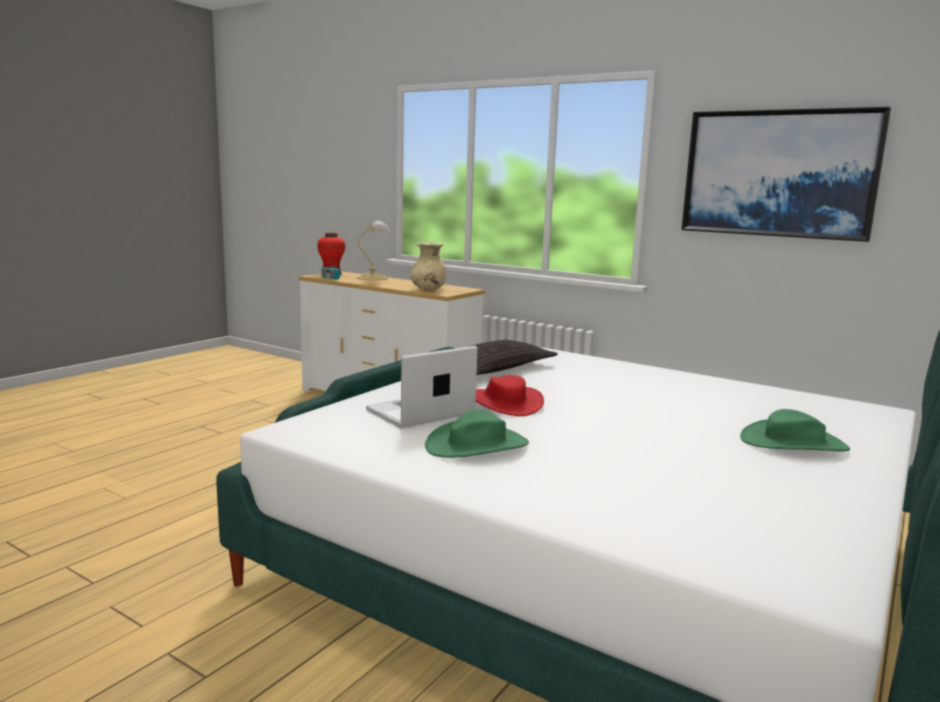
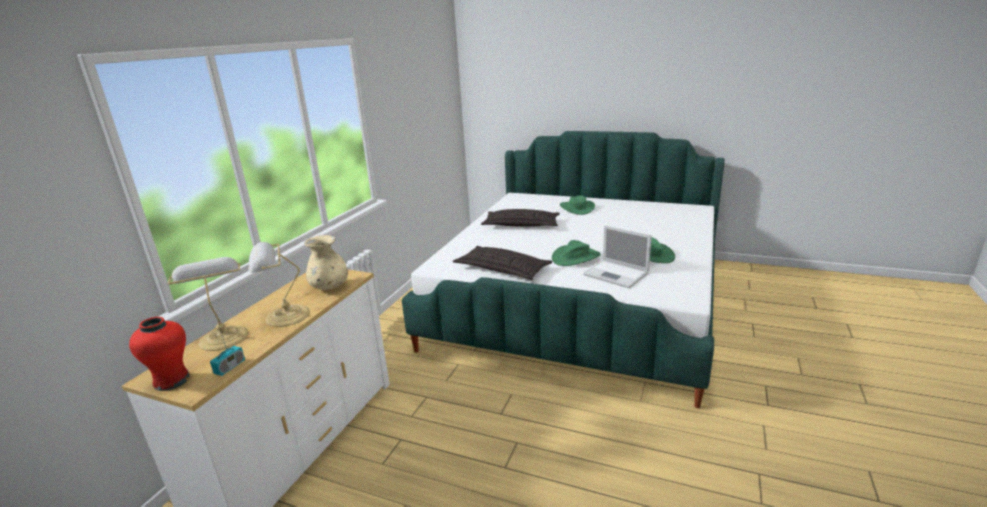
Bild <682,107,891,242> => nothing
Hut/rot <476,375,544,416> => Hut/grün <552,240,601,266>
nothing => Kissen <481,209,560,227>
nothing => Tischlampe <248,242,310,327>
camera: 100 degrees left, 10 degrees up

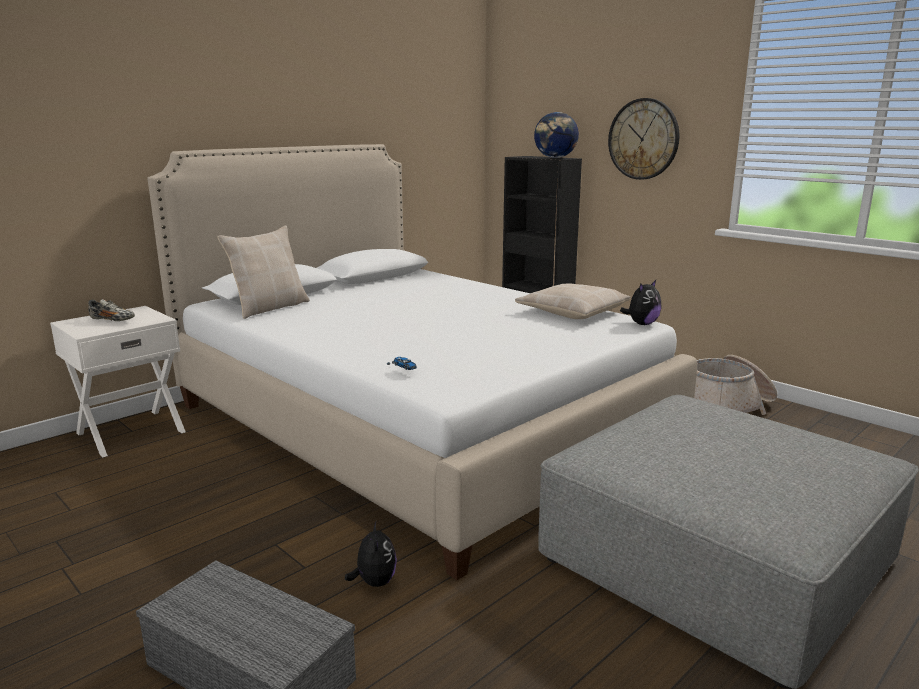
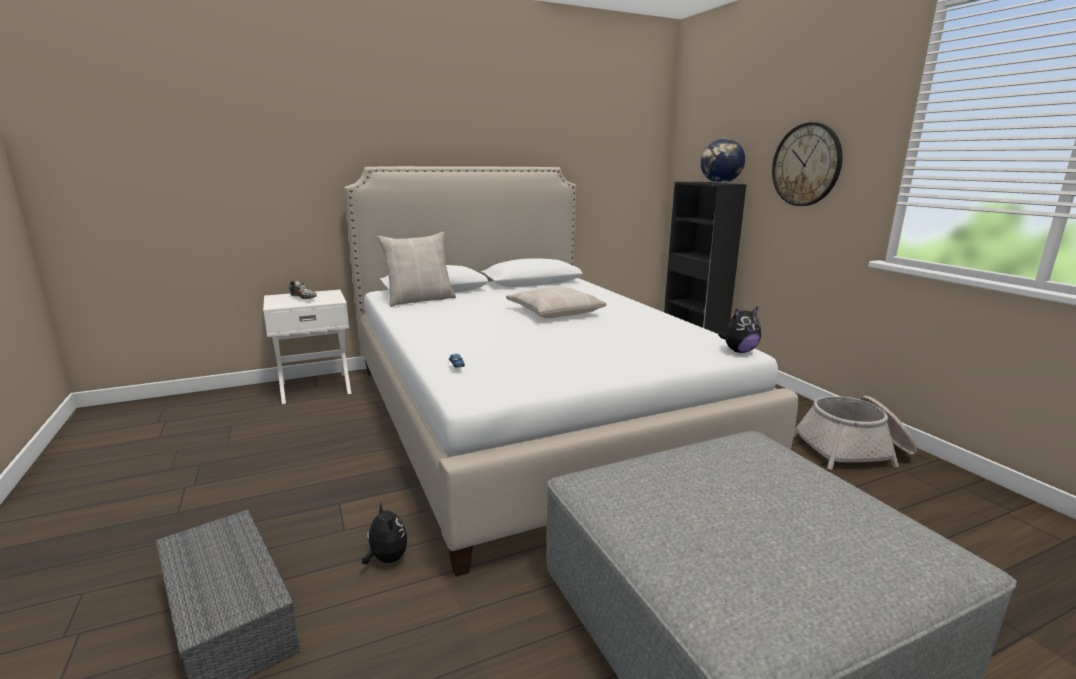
Kissen/beige <515,284,630,319> => Kissen/beige <506,287,606,318>, moved
Plüschtier <345,521,397,587> => Plüschtier <362,503,408,564>, 45 degrees counterclockwise
camera: 20 degrees right, 0 degrees up

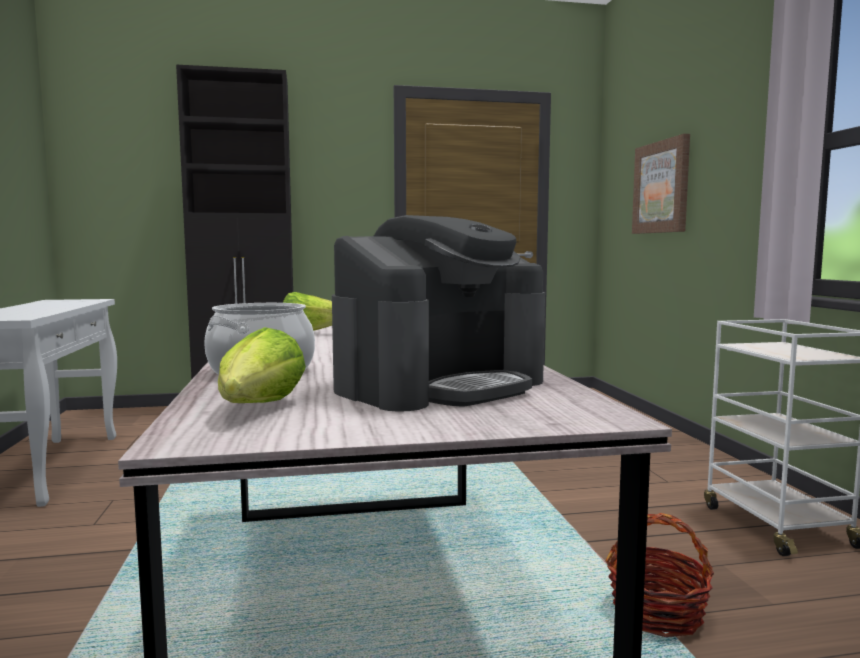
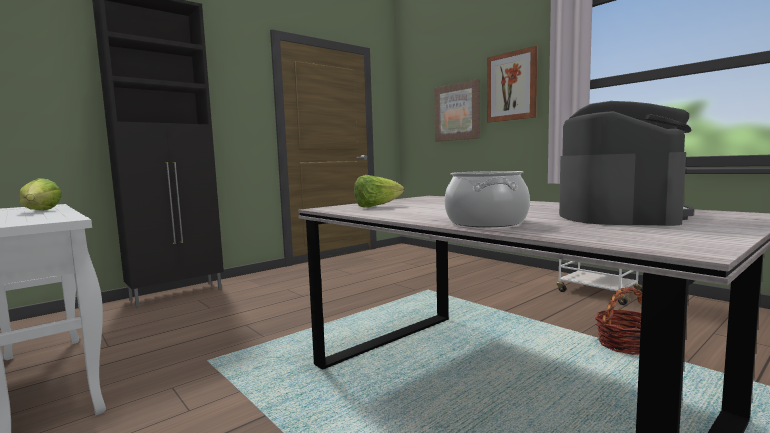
Salatkopf <218,327,306,403> => Salatkopf <20,178,62,211>, moved
nothing => Bild <487,46,537,123>
camera: 30 degrees left, 0 degrees up

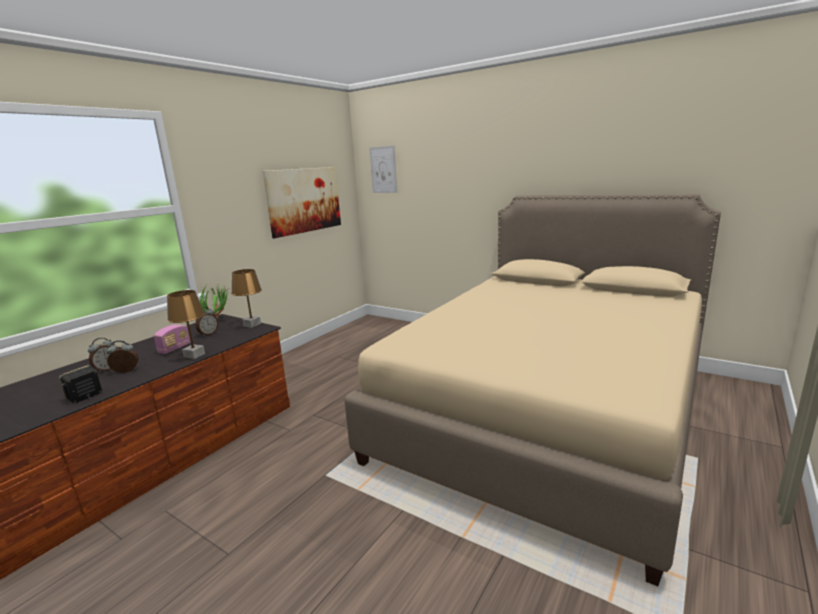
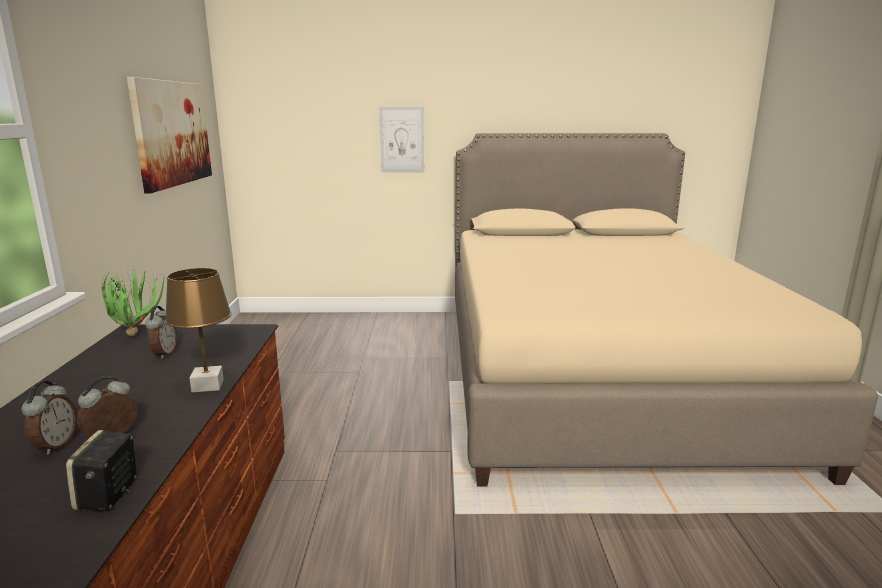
Bild <369,146,397,193> => Bild <379,107,424,172>, moved
Tischlampe/braun <231,269,262,328> => nothing
Radio <153,325,191,354> => nothing
camera: 35 degrees left, 0 degrees up

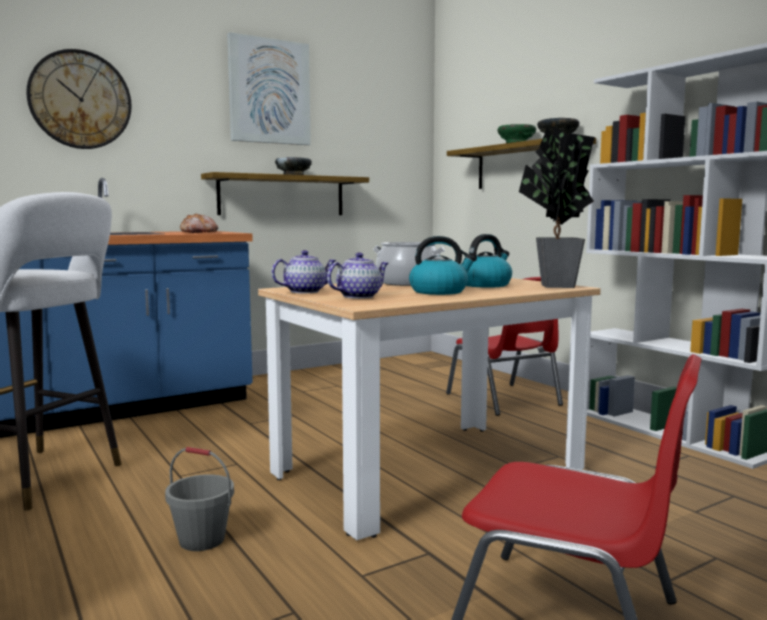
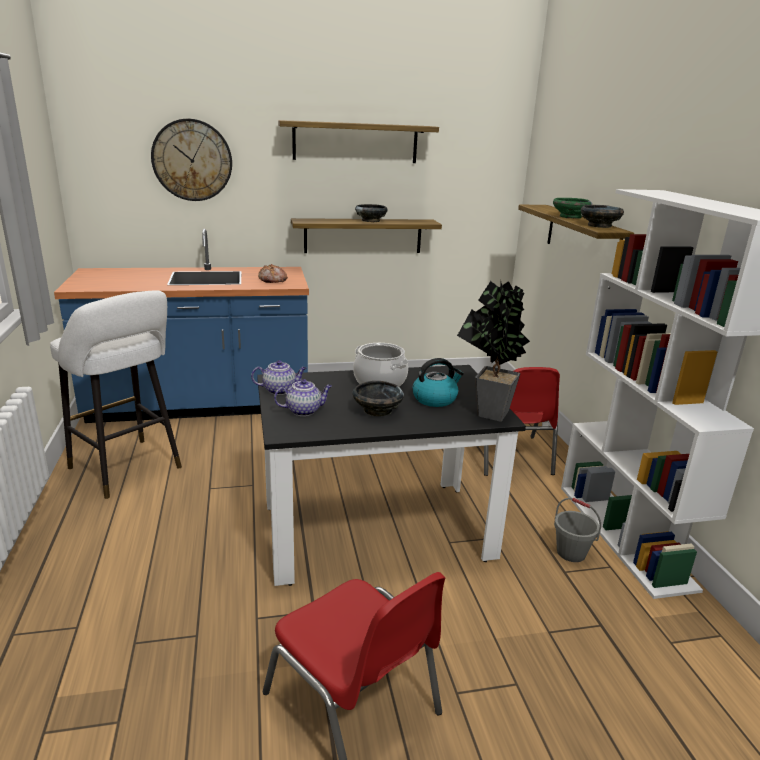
Bild <227,32,311,145> => Wandregal <278,120,439,163>
Wasserkessel <409,236,476,295> => Schüssel/schwarz <353,381,404,417>
Esstisch/beige <258,278,601,540> => Esstisch/schwarz <257,365,526,586>
Eimer/grau <165,447,234,551> => Eimer/grau <554,498,601,562>, moved
camera: 20 degrees right, 15 degrees up

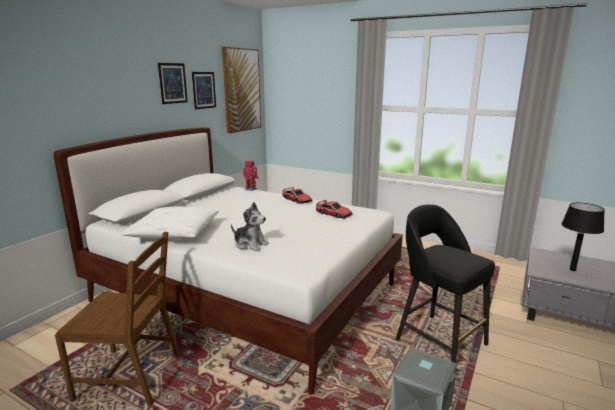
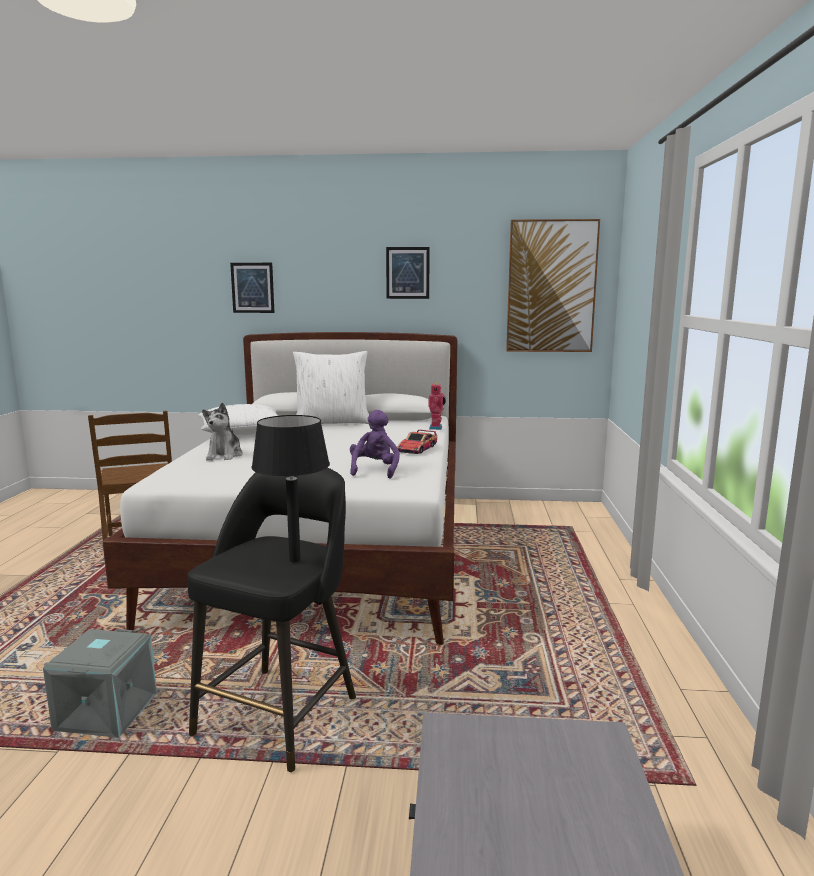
Bild <192,72,216,109> => Bild <230,263,275,313>, moved
Spielzeugauto <316,200,353,219> => Plüschtier/lila <350,410,400,478>
Tischlampe/schwarz <561,203,605,271> => Tischlampe/schwarz <251,415,330,562>, moved
nothing => Kissen/weiß <293,351,369,424>
camera: 65 degrees right, 5 degrees down

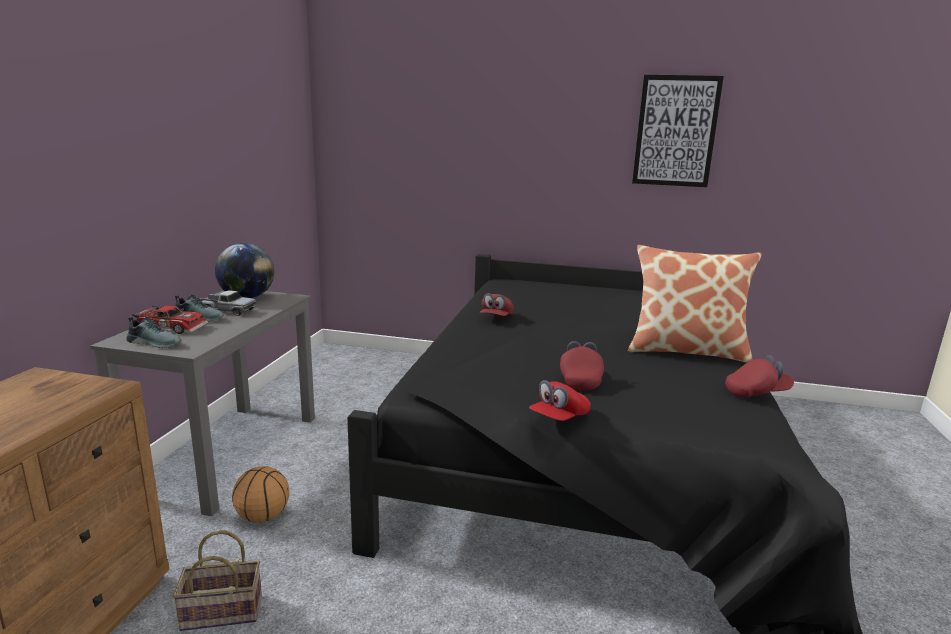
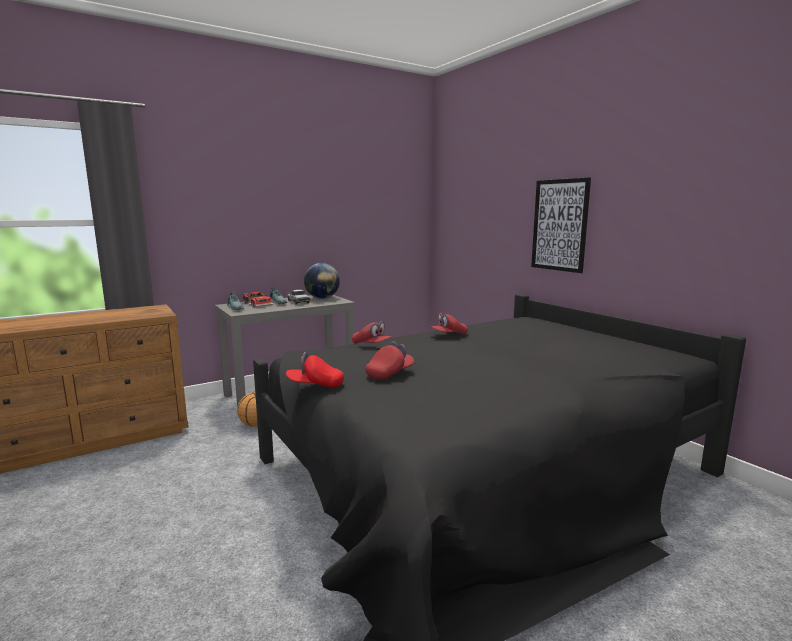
Bild <632,75,724,187> => Bild <531,177,591,273>, moved
Kissen <628,245,762,363> => nothing
Kappe/rot <725,355,794,398> => Kappe/rot <352,321,392,344>, moved
Korb <173,530,262,631> => nothing
camera: 45 degrees right, 5 degrees down

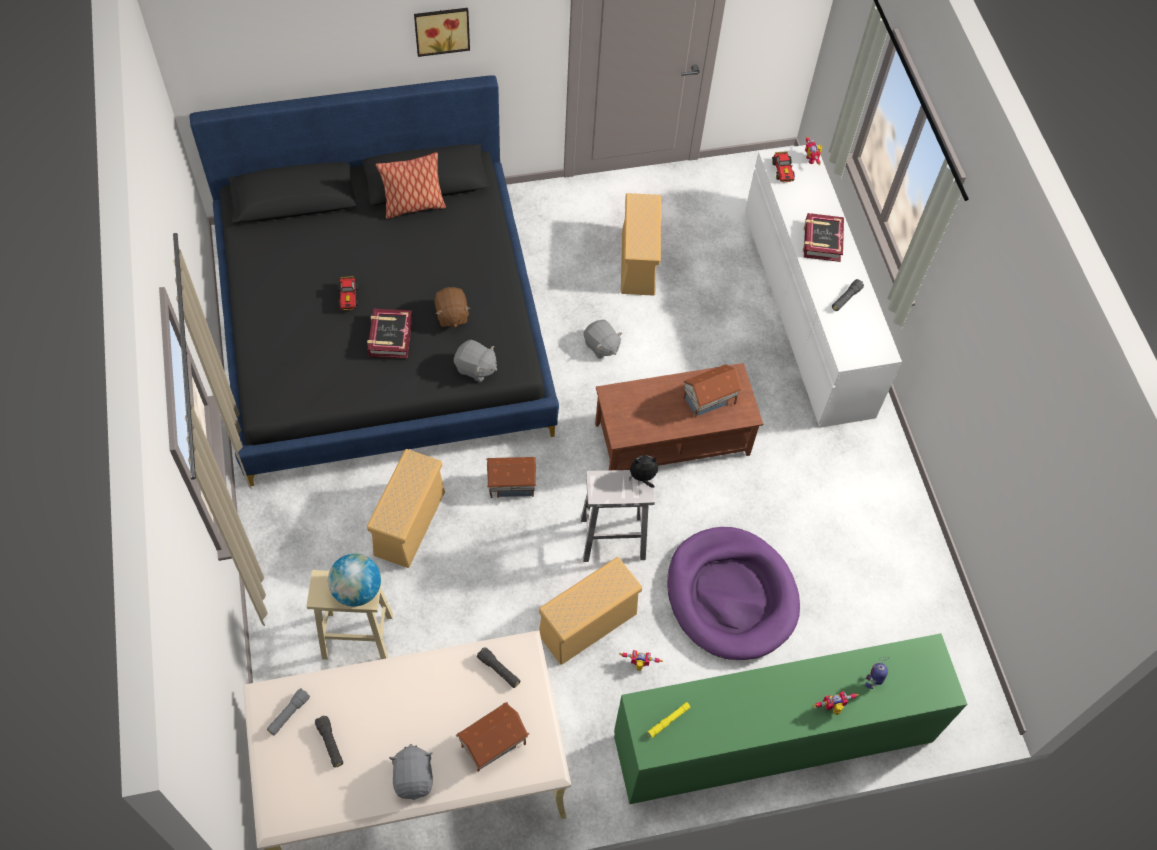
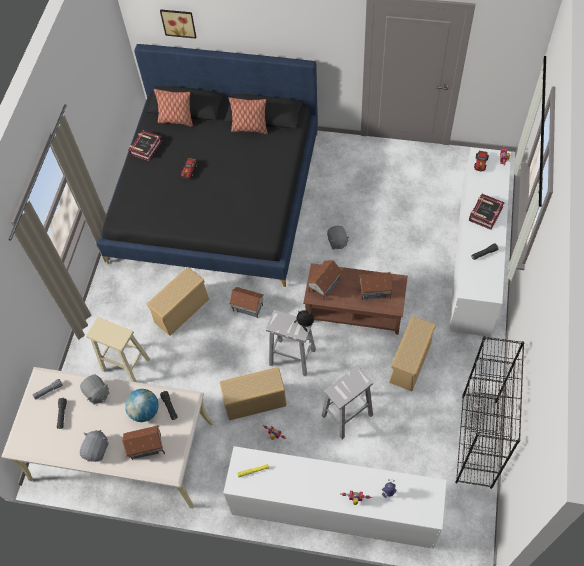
Bild <414,8,470,57> => Bild <160,9,196,39>, moved
Aufbewahrungsbox/beige <621,193,661,296> => Aufbewahrungsbox/beige <389,316,436,391>, moved
Plüschtier/braun <435,287,470,328> => nothing
Buch <367,309,412,359> => Buch <128,130,163,161>, moved
Plüschtier/grau <454,340,497,382> => Plüschtier/grau <80,374,110,405>, moved
Hundebett/lila <667,527,800,660> => Hocker/weiß <322,366,373,439>
Globus <328,554,381,606> => Globus <125,389,159,422>, moved
Kommode/grün <614,633,967,804> => Kommode/weiß <223,446,447,549>
nothing => Kissen <154,89,193,127>
nothing => Spielzeughaus <307,260,342,300>
nothing => Bücherregal/schwarz <455,336,524,489>
camera: 30 degrees right, 0 degrees up

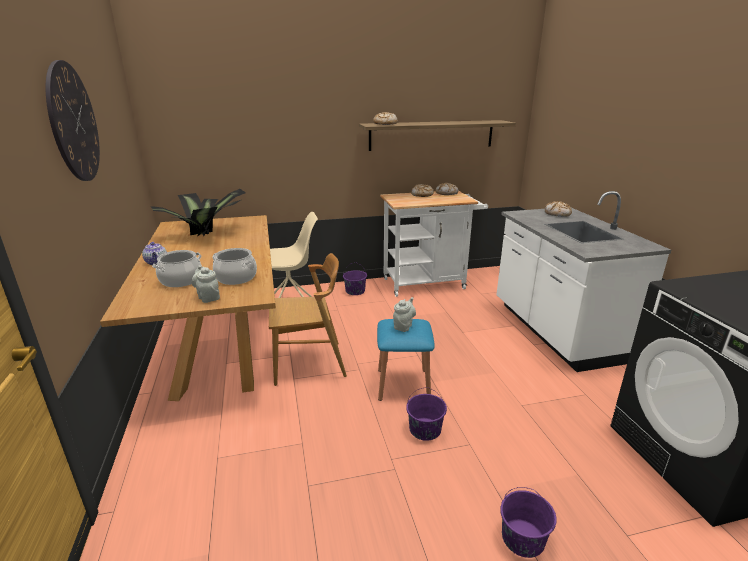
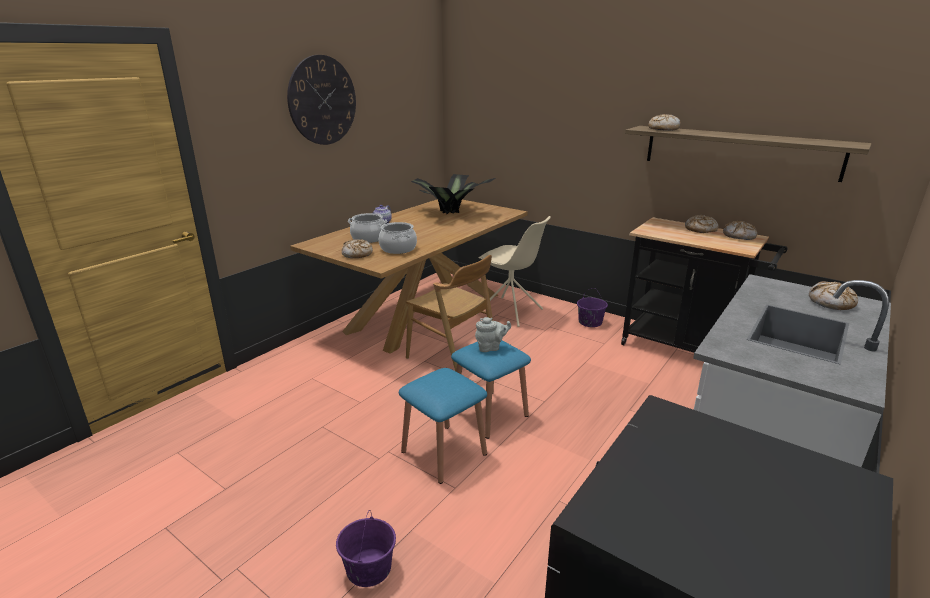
Rollwagen/weiß <380,191,488,297> => Rollwagen/schwarz <621,217,787,353>
Teekanne/grau <192,265,220,303> => Brot <342,239,373,258>
Eimer/lila <406,387,447,441> => Hocker/blau <399,368,487,484>
camera: 50 degrees right, 0 degrees up

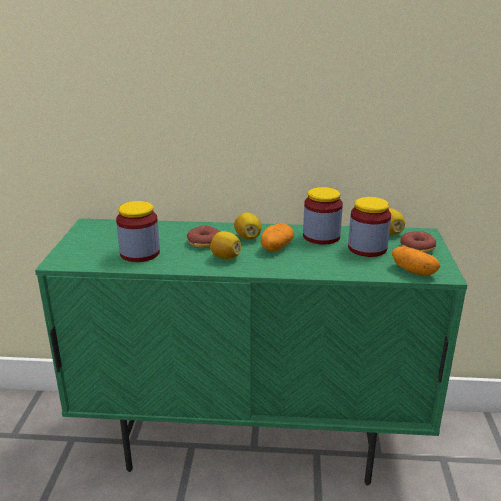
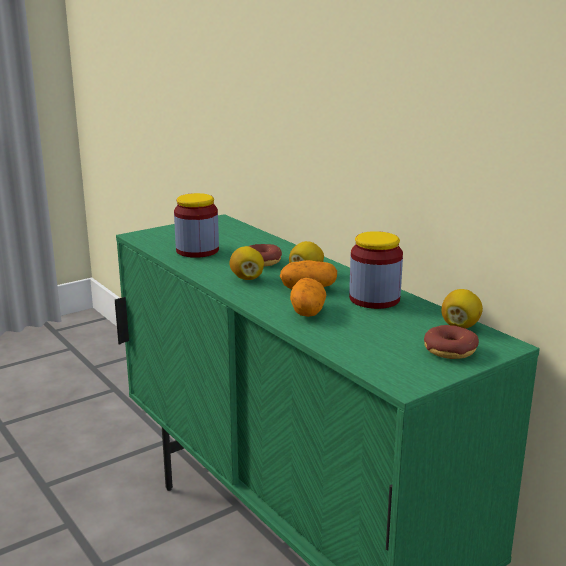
Vorratsglas <348,197,391,257> => nothing
Kartoffel <392,246,440,276> => Kartoffel <290,278,326,317>, moved
camera: 50 degrees right, 5 degrees down

